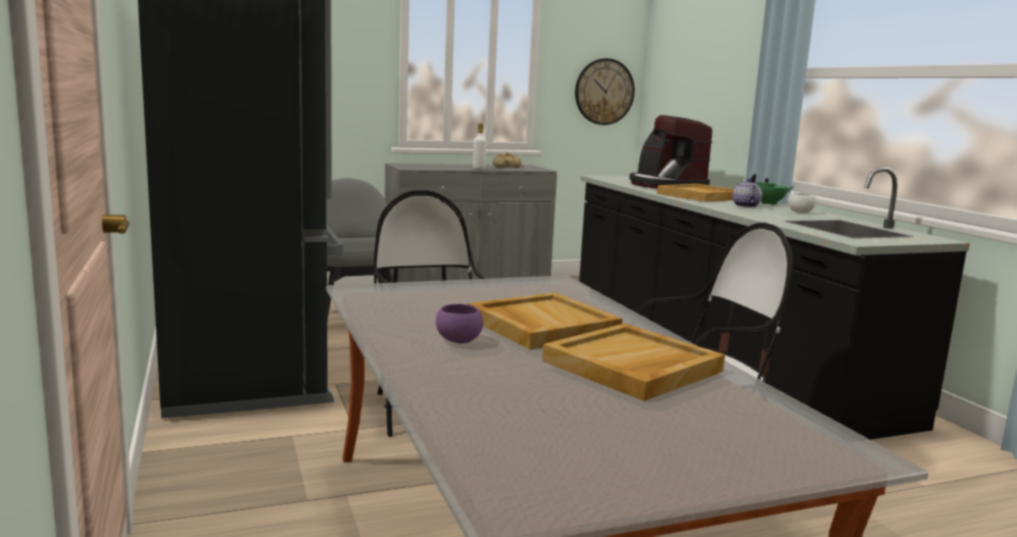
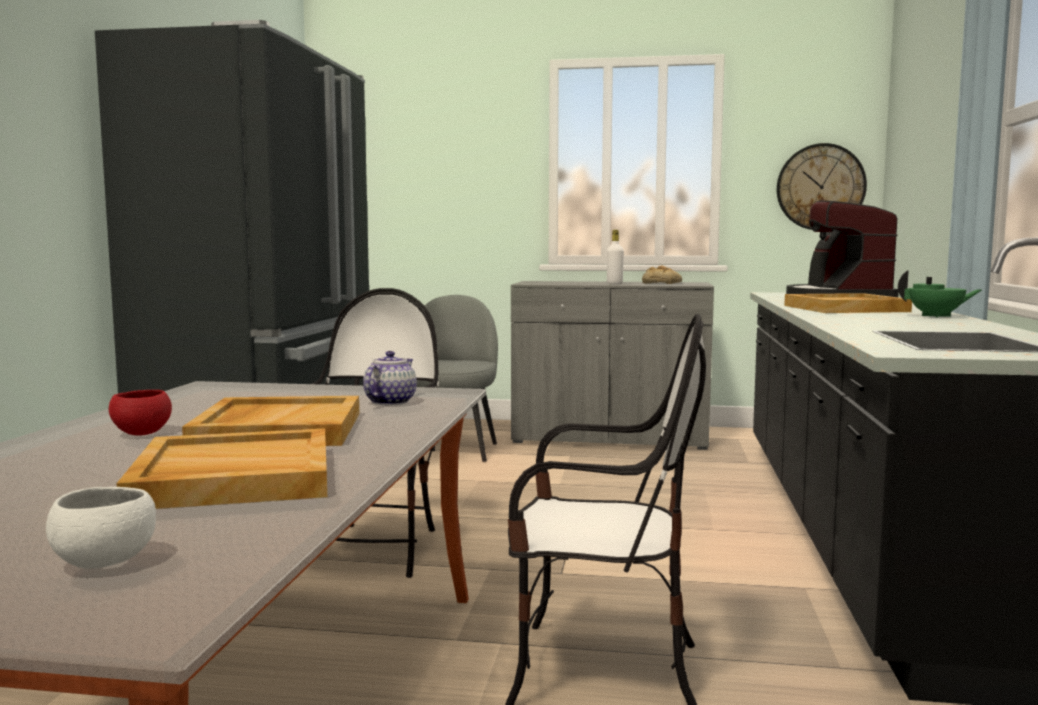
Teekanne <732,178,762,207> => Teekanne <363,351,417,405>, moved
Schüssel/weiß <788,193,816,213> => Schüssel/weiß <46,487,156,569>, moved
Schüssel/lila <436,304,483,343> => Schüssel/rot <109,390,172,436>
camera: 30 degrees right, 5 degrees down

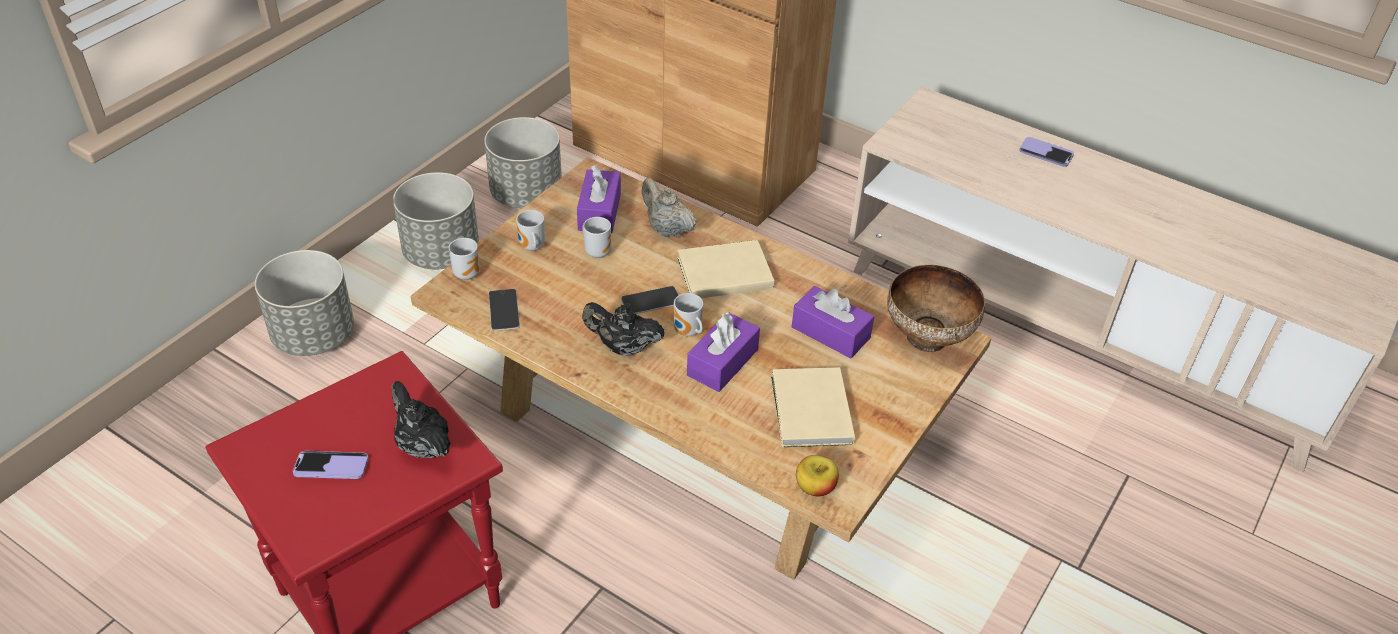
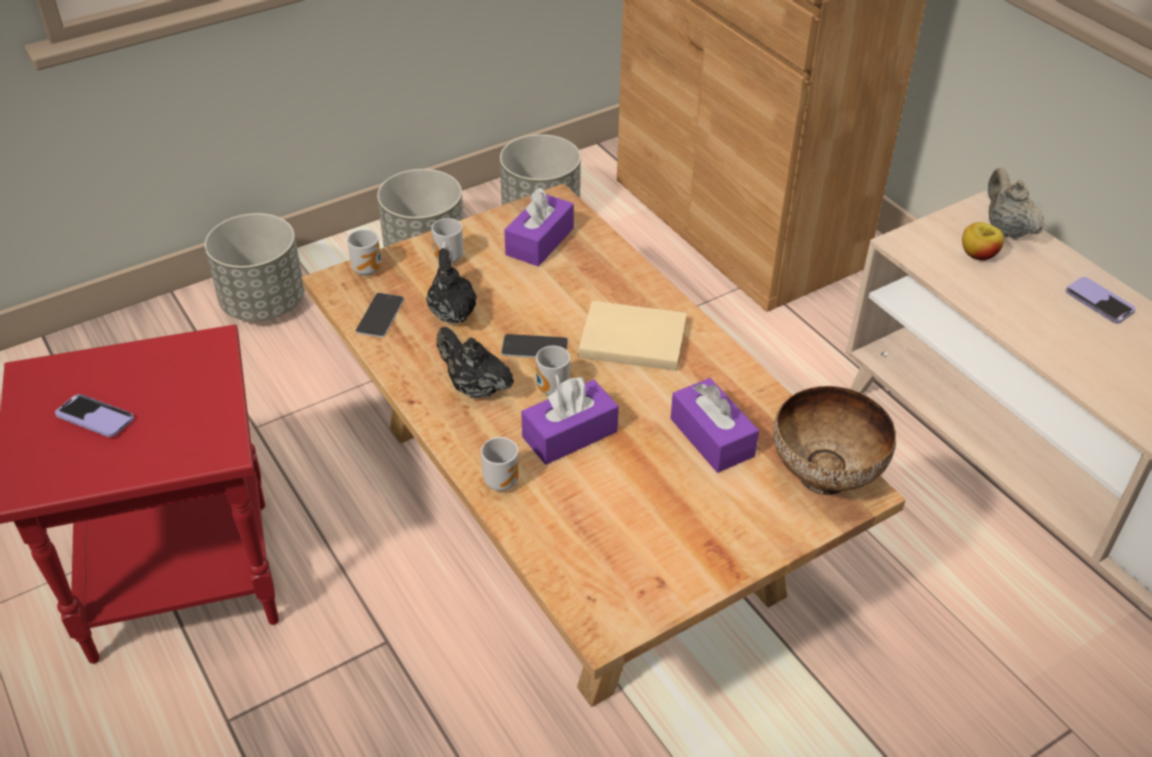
Teekanne/beige <642,178,697,237> => Teekanne/beige <988,168,1044,239>, moved
Henkelbecher <582,217,611,258> => Henkelbecher <481,437,519,491>, moved
Buch/beige <771,367,855,447> => nothing
Teekanne/schwarz <391,381,450,458> => Teekanne/schwarz <426,248,477,325>, moved
Apfel <796,455,839,496> => Apfel <962,222,1004,261>, moved
camera: 25 degrees right, 0 degrees up

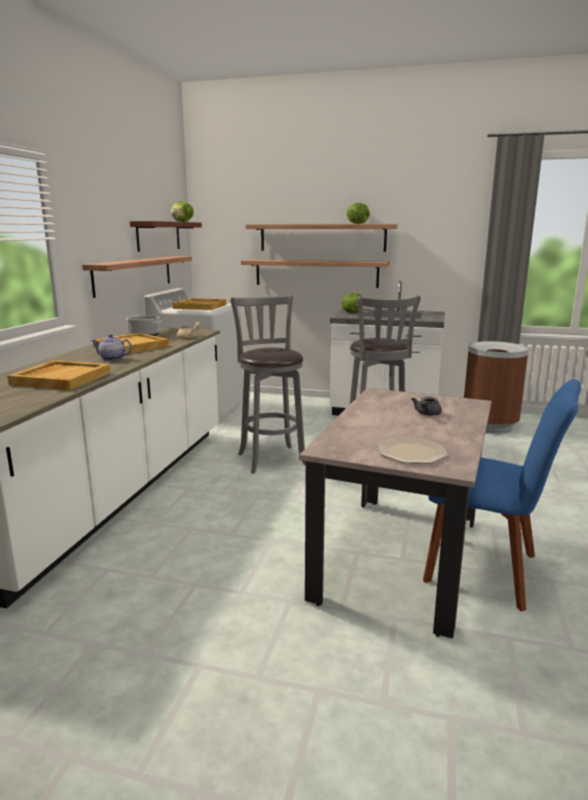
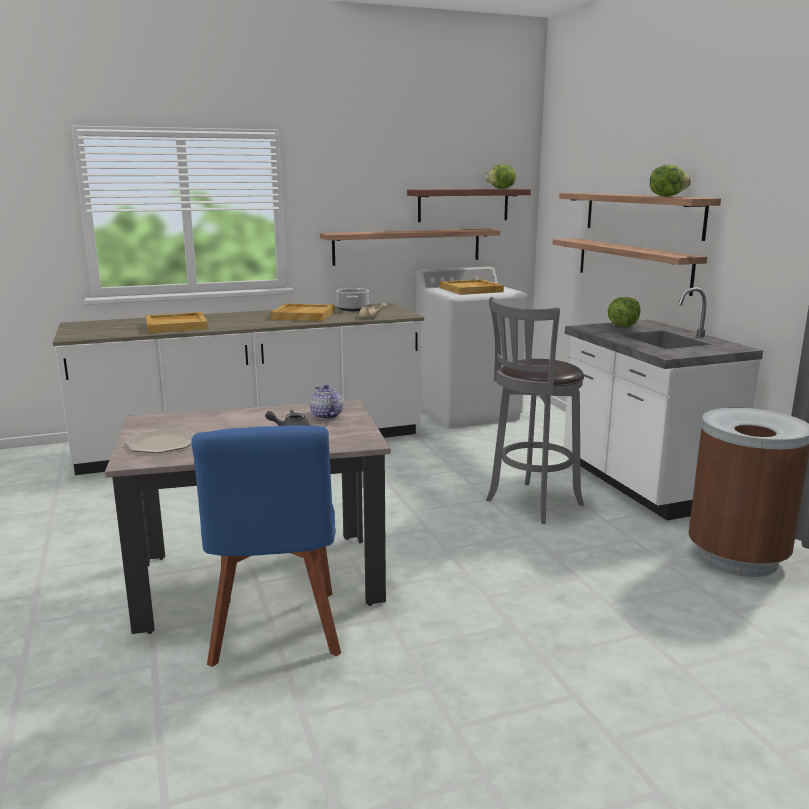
Hocker/grau <230,295,306,474> => nothing
Teekanne <91,334,132,361> => Teekanne <310,385,343,419>, moved
camera: 55 degrees right, 0 degrees up

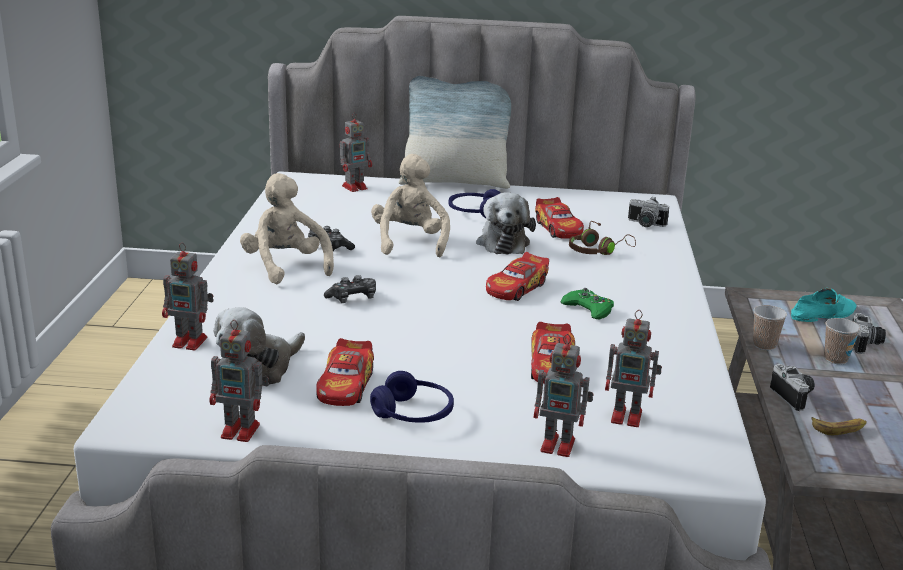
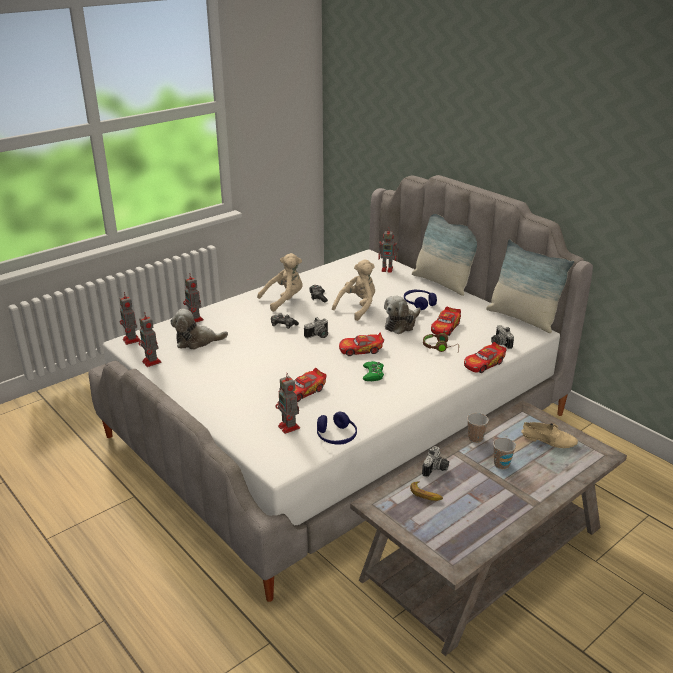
Plüschtier/beige <240,173,334,284> => Plüschtier/beige <257,253,303,312>, 45 degrees clockwise
Schuh/türkis <791,288,856,322> => Schuh/beige <521,422,578,448>
Kamera <852,313,886,354> => Kamera <304,318,328,338>, moved
Spielzeugroboter <533,334,593,457> => Spielzeugroboter <119,292,140,345>, moved
Spielzeugauto <316,338,374,406> => Spielzeugauto <464,342,507,373>, moved
Kopfhörer/blau <370,371,454,423> => Kopfhörer/blau <317,412,357,445>, moved
nothing => Kissen <486,239,575,333>
camera: 45 degrees right, 5 degrees up

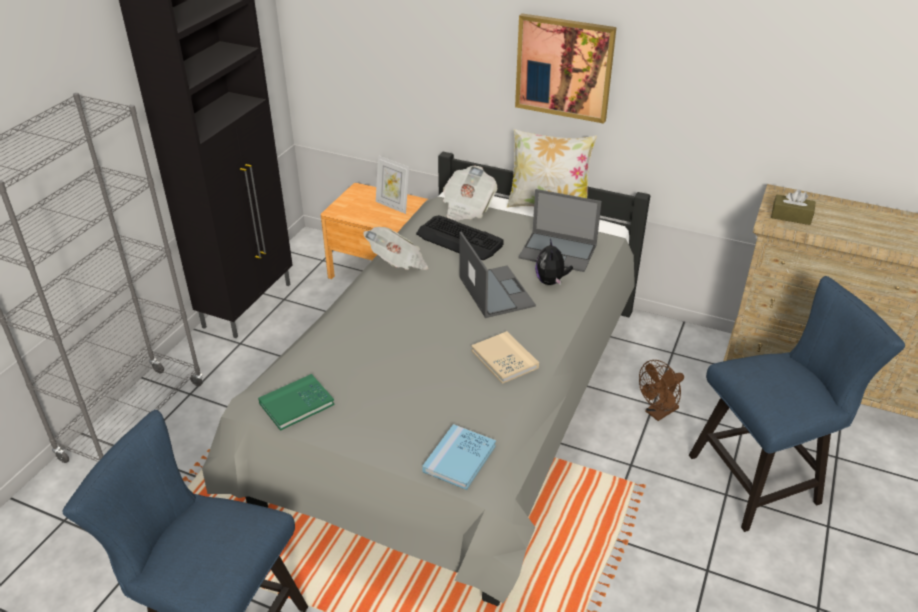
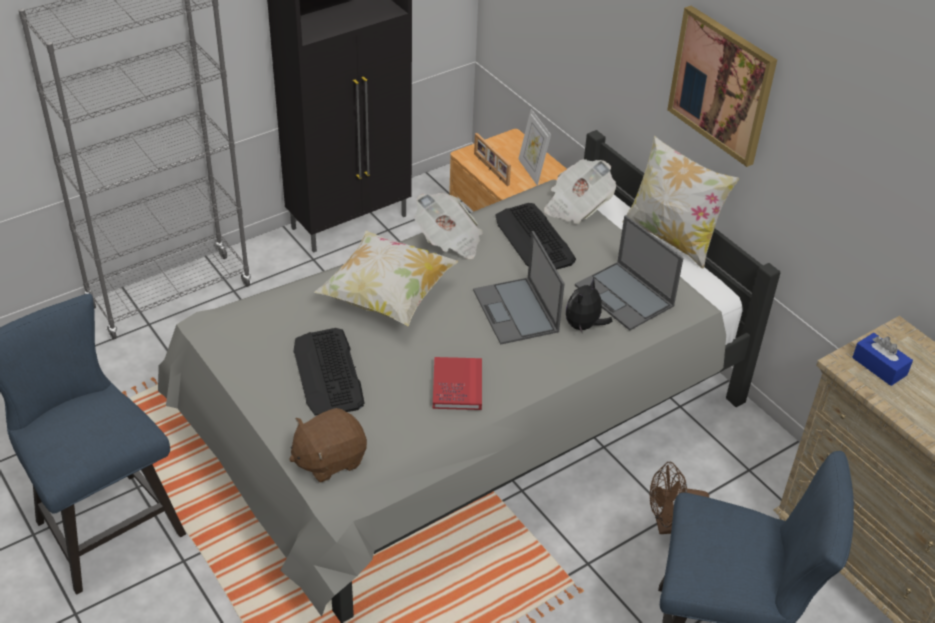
Taschentuchbox/braun <771,189,816,225> => Taschentuchbox/blau <852,333,913,386>
Laptop <459,232,536,318> => Laptop <473,231,565,345>, 150 degrees clockwise
Buch/beige <471,331,539,384> => Buch/rot <433,357,482,410>
Buch/grün <258,374,335,431> => nothing
Buch/blau <422,424,496,490> => Plüschtier/braun <289,408,367,482>
nothing => Bilderrahmen <474,133,511,186>
nothing => Kissen <314,231,458,326>
nothing => Tastatur <293,328,365,416>
camera: 30 degrees right, 5 degrees up

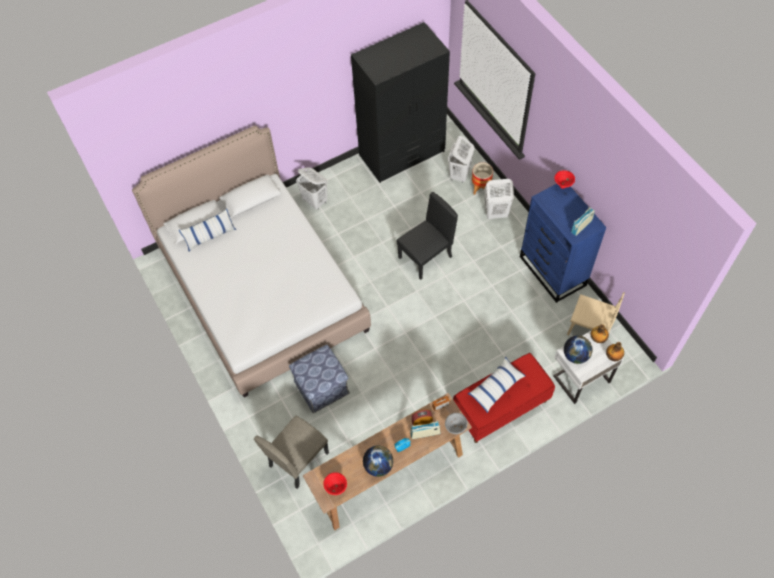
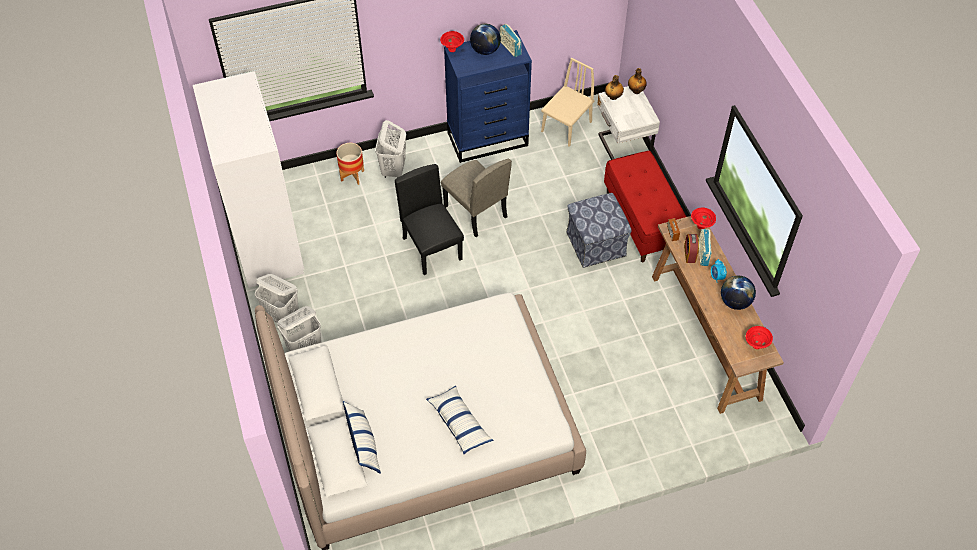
Kleiderschrank/schwarz <351,22,450,183> => Kleiderschrank/weiß <193,71,304,288>
Wäschekorb/weiß <448,136,474,183> => Wäschekorb/weiß <255,274,299,323>, moved
Globus <564,336,593,364> => Globus <470,24,501,55>, moved
Polsterhocker <289,345,350,413> => Polsterhocker <566,193,632,268>, moved
Kissen <468,357,526,413> => Kissen <426,386,493,454>, moved
Schüssel/grau <445,413,468,434> => Schüssel/rot <691,208,716,229>
Stuhl/beige <254,416,329,489> => Stuhl/beige <441,159,512,237>, moved
camera: 80 degrees left, 5 degrees down

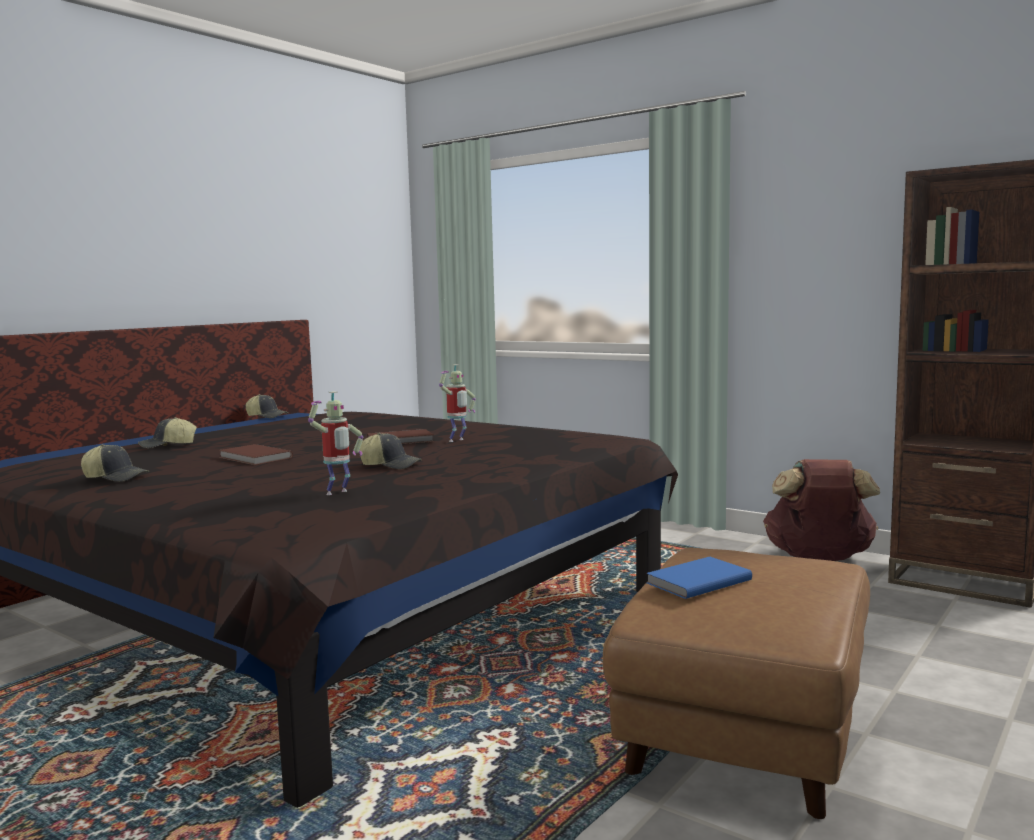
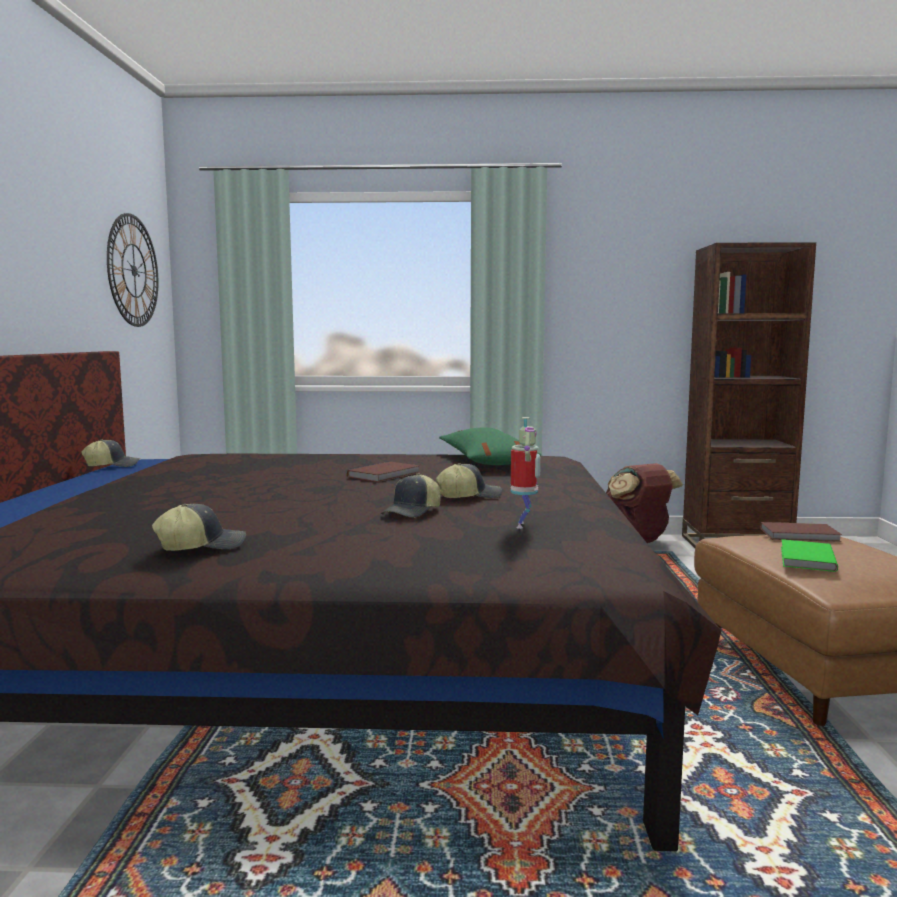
Spielzeugroboter <439,364,476,442> => nothing
Kappe <138,417,197,448> => Kappe <381,473,441,518>, moved
Buch/braun <219,444,293,465> => Buch/braun <760,522,842,542>, moved
Buch/blau <646,557,752,599> => Buch/grün <781,539,838,572>
nothing => Wanduhr <107,213,158,327>
nothing => Kissen/grün <439,427,541,465>
camera: 35 degrees left, 0 degrees up

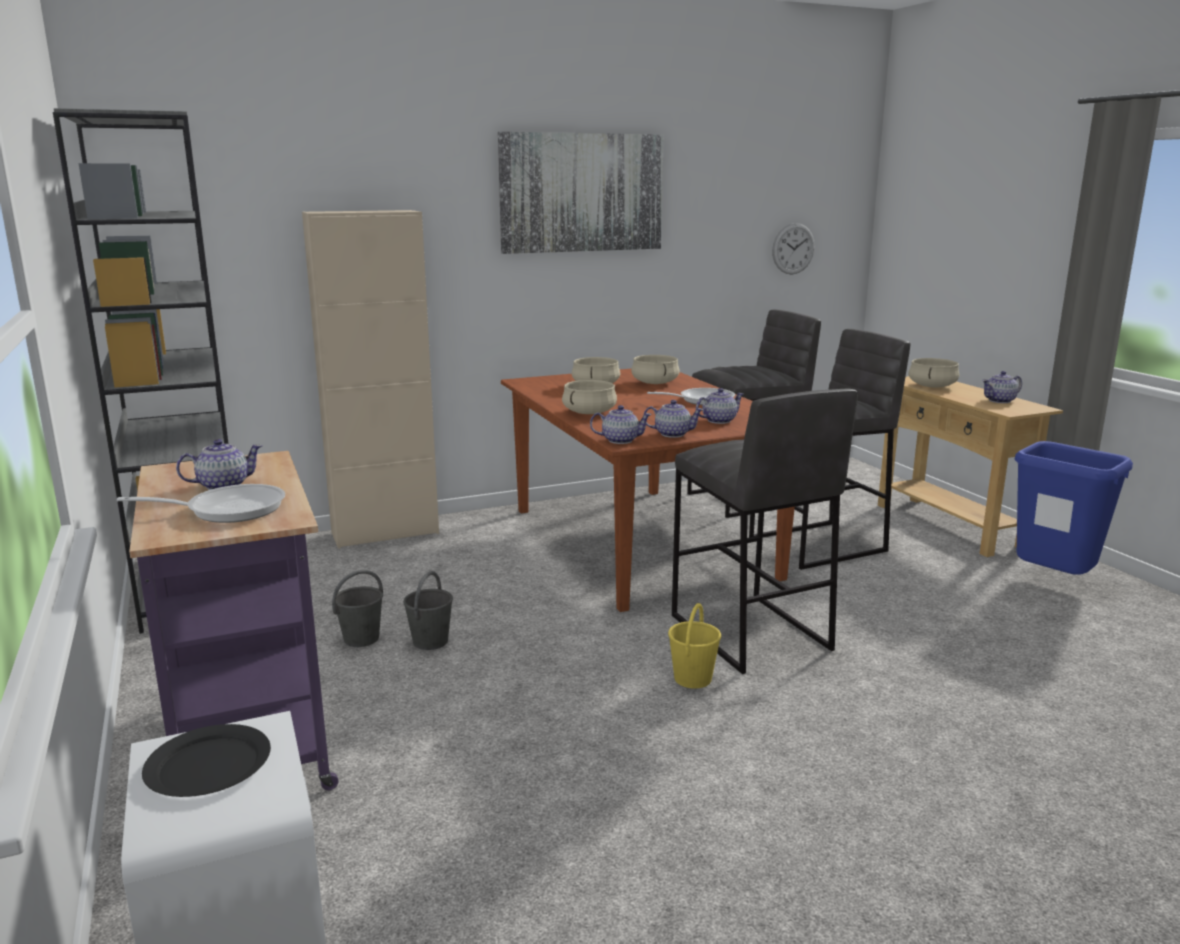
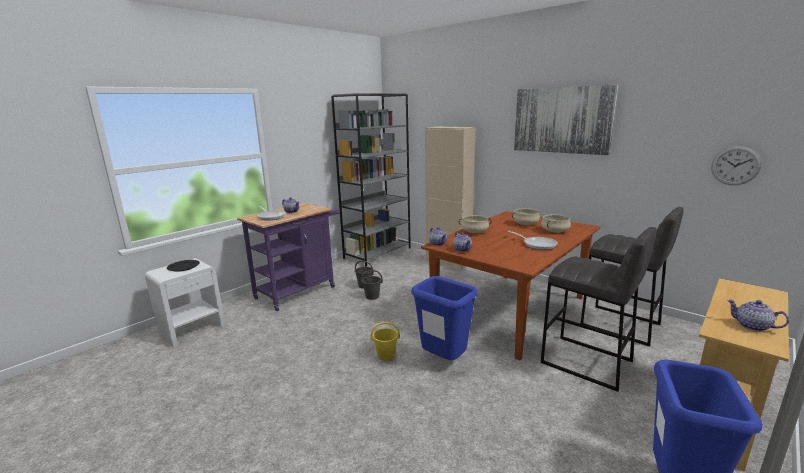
Kochtopf/beige <908,358,959,388> => nothing
Teekanne <696,388,744,424> => nothing
Hocker/grau <672,389,858,674> => Mülleimer/blau <411,276,478,360>
camera: 65 degrees right, 0 degrees up

